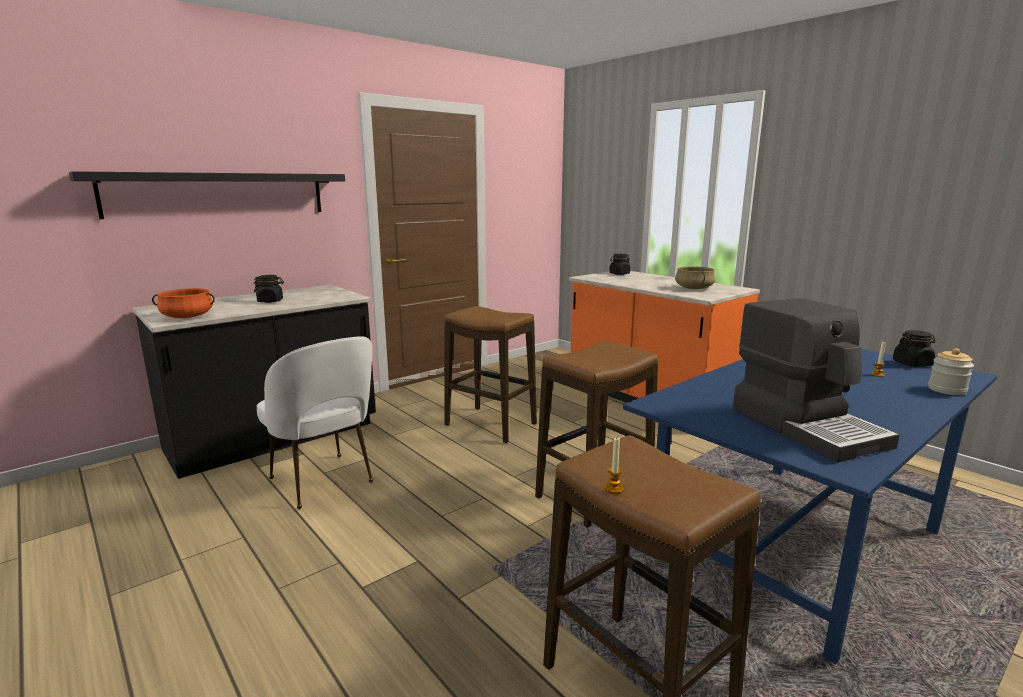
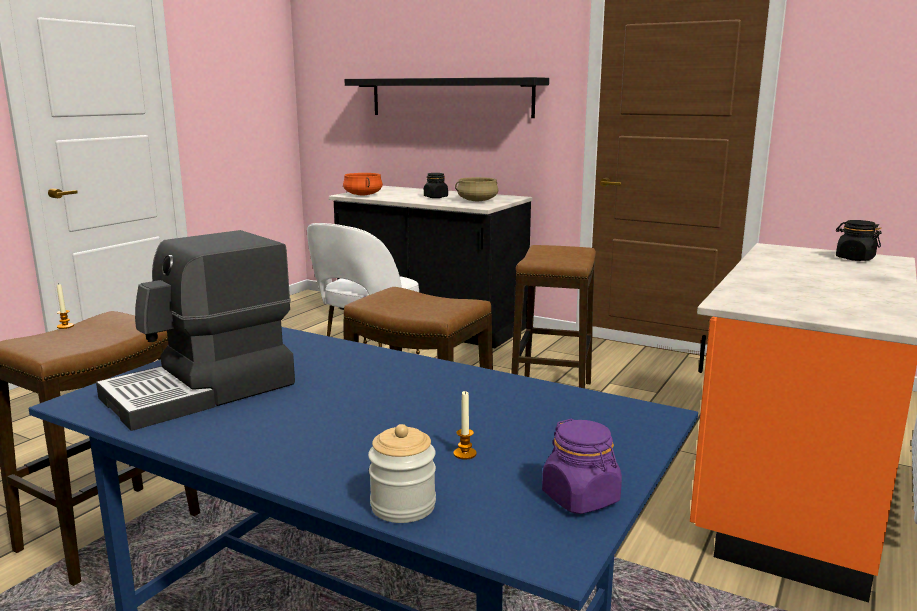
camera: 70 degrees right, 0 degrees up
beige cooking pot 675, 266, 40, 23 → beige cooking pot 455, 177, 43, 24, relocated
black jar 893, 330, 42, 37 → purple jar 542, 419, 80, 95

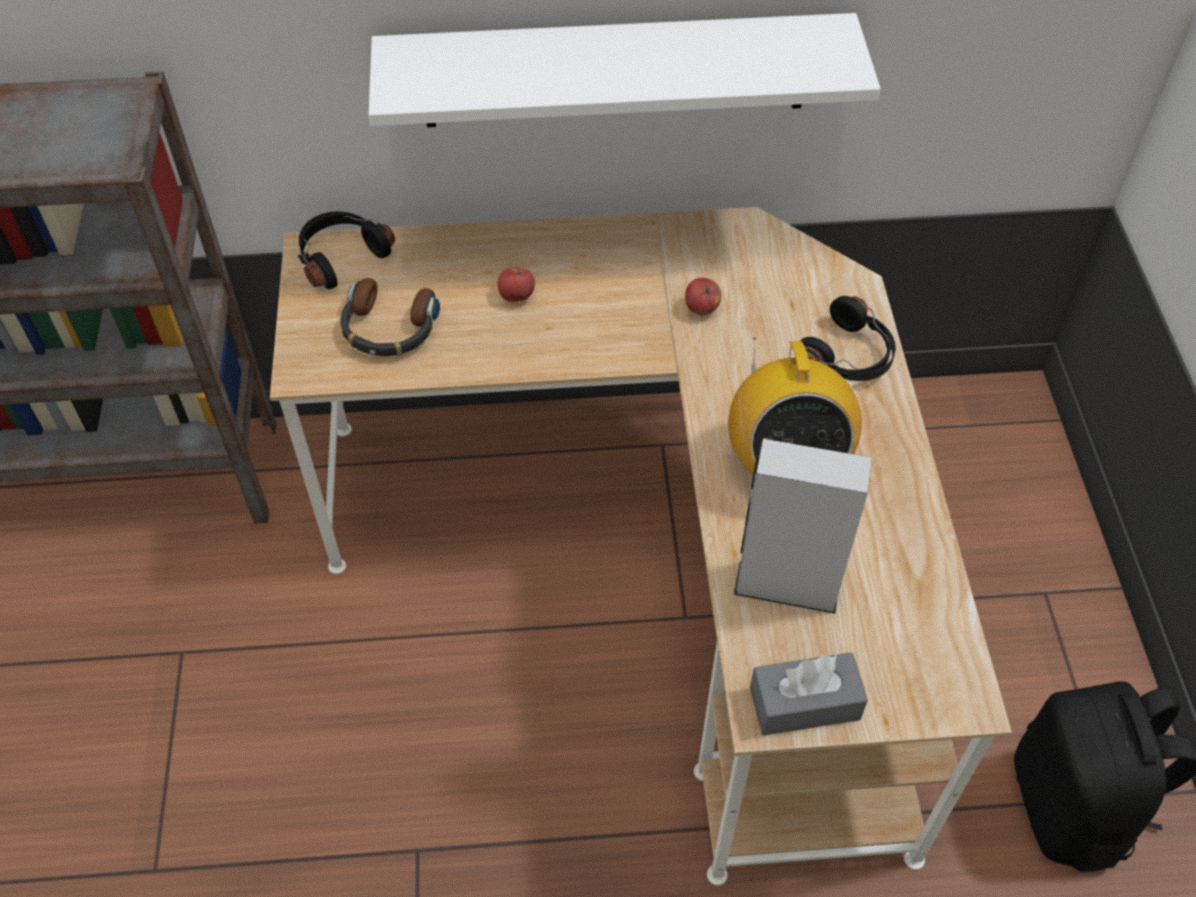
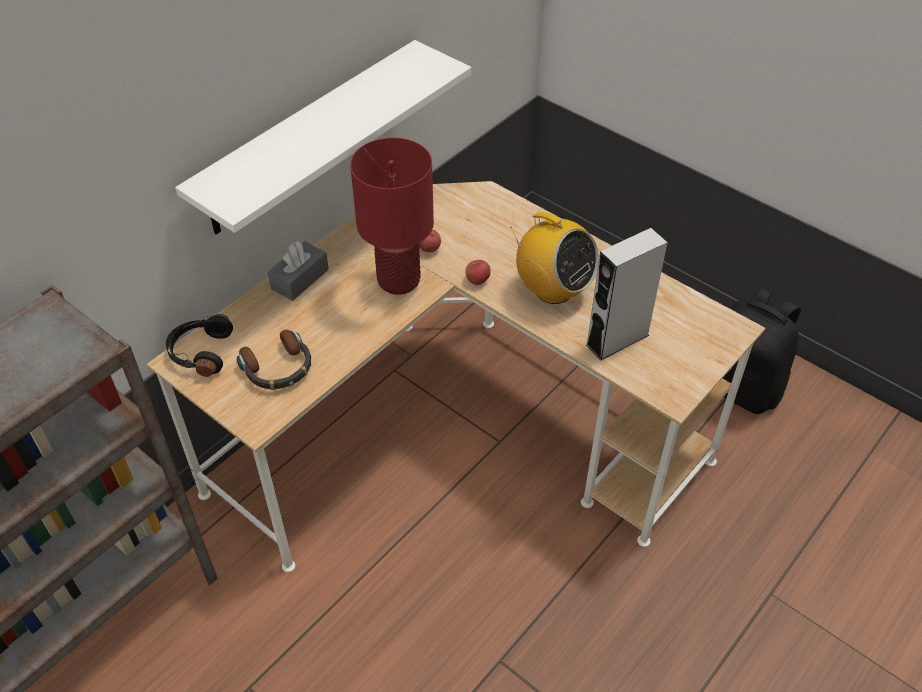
camera: 45 degrees left, 5 degrees down
apple 498, 267, 37, 35 → apple 465, 260, 26, 25, relocated
black headphones 801, 296, 95, 85 → -
grey tissue box 750, 652, 118, 84 → grey tissue box 268, 241, 61, 60, relocated
- → red table lamp 350, 138, 84, 157

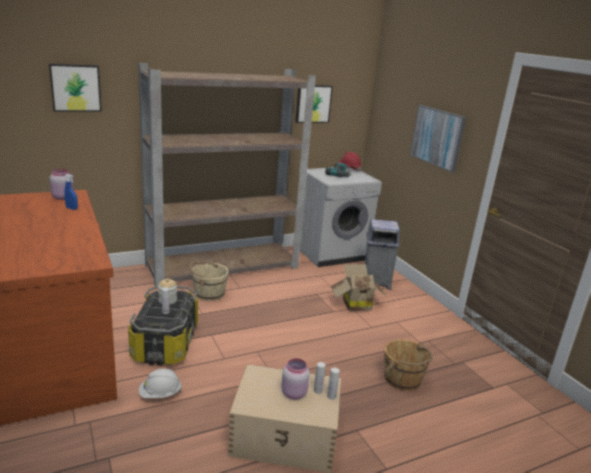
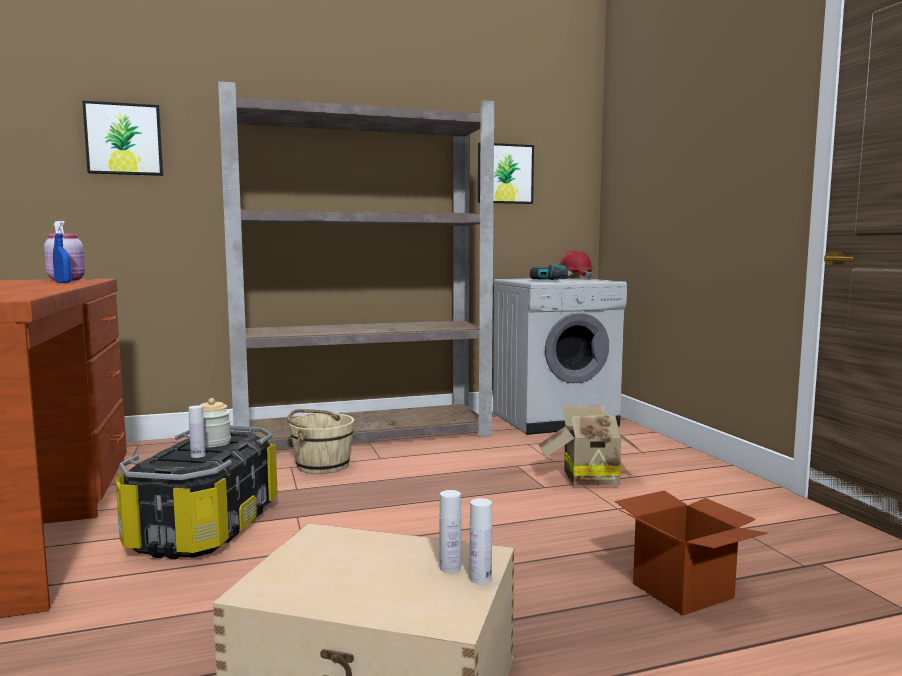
camera: 10 degrees right, 15 degrees down
picture 410, 105, 56, 67 → -
grey trash can 365, 219, 35, 70 → -
brown bucket 384, 339, 49, 52 → cardboard box 615, 490, 152, 126
pink jar 281, 358, 29, 42 → -
white hard hat 139, 369, 43, 29 → -

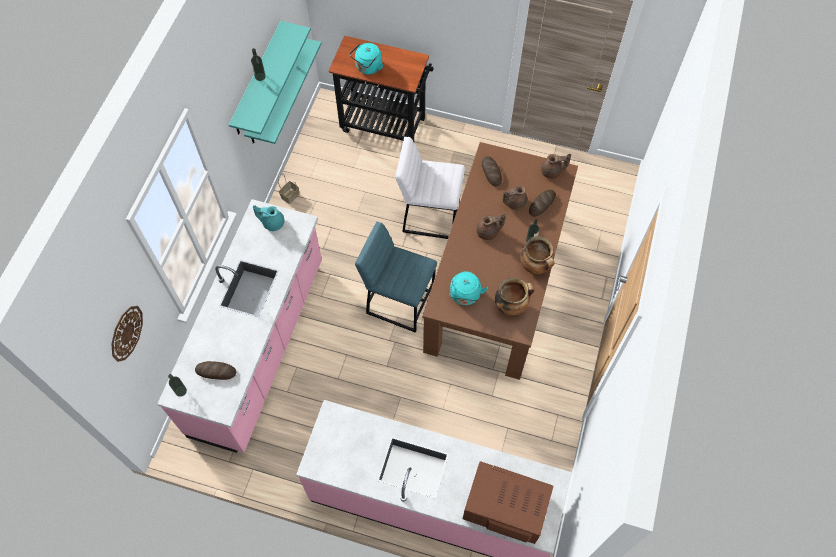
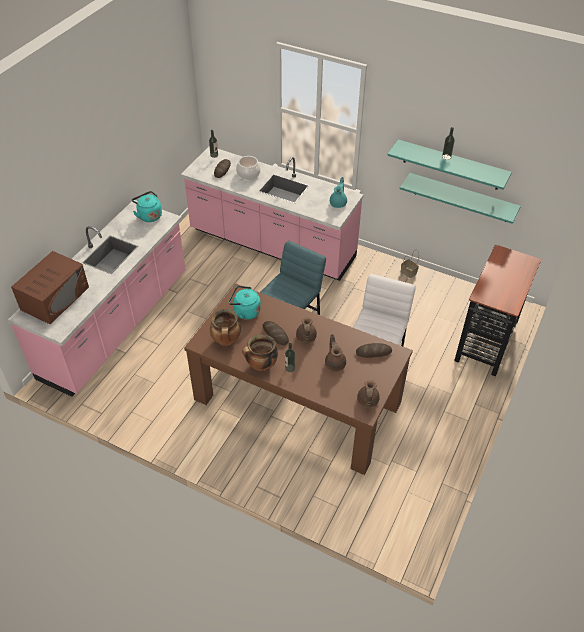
camera: 100 degrees right, 15 degrees down
turquoise kettle 349, 43, 34, 32 → turquoise kettle 132, 191, 30, 31, relocated
bread 529, 190, 27, 27 → bread 263, 321, 26, 24, relocated
wall clock 112, 306, 31, 56 → -
- → cooking pot 236, 156, 25, 24

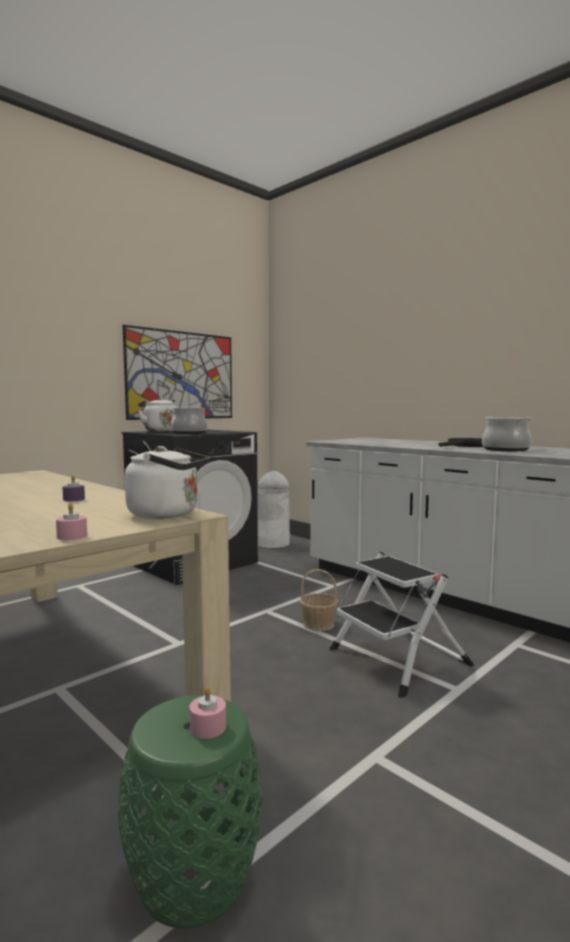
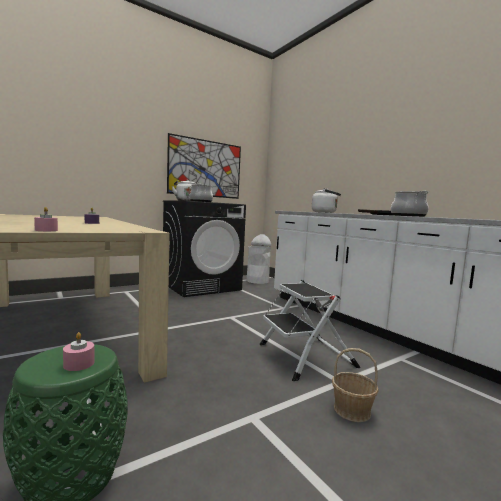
camera: 10 degrees right, 0 degrees up
white kettle 125, 446, 84, 73 → white kettle 312, 188, 29, 25, relocated
basket 300, 569, 38, 62 → basket 332, 348, 47, 74, relocated

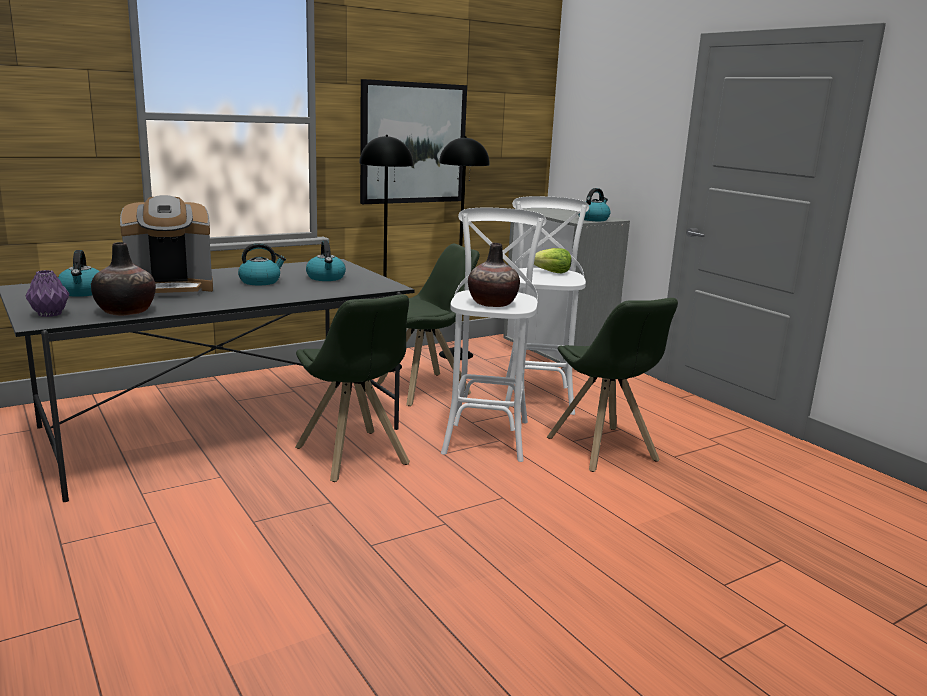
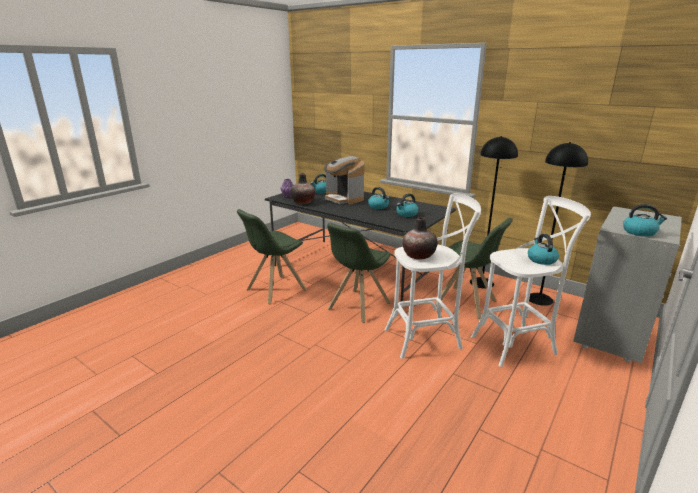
camera: 70 degrees right, 5 degrees up
picture 360, 79, 107, 125 → -
lettuce 534, 248, 38, 25 → kettle 528, 234, 31, 31
green chair 547, 298, 131, 174 → green chair 237, 209, 70, 95, relocated

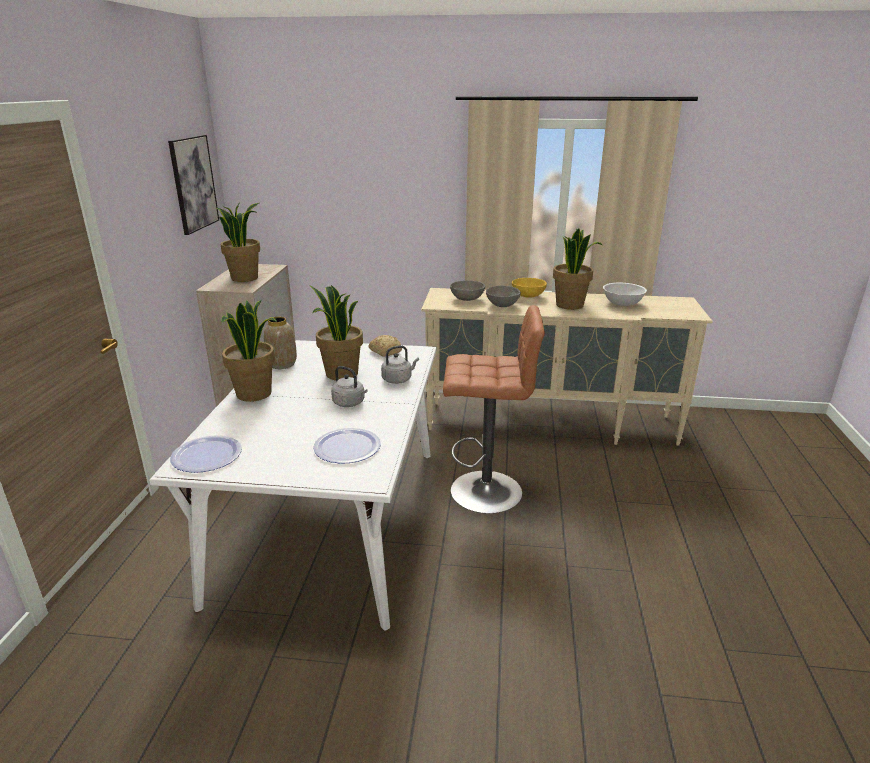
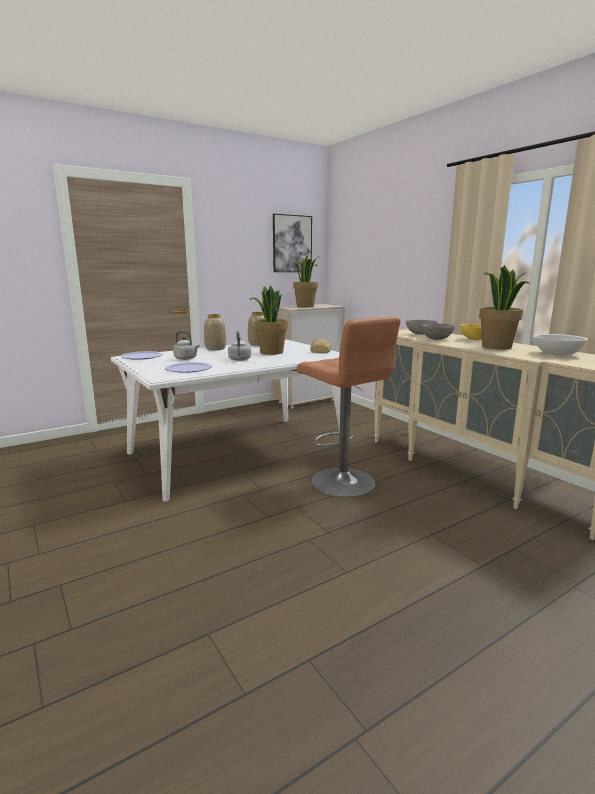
camera: 50 degrees right, 10 degrees down
potted plant 221, 300, 56, 102 → vase 204, 314, 22, 36
grey kettle 381, 345, 38, 39 → grey kettle 173, 331, 27, 29, relocated

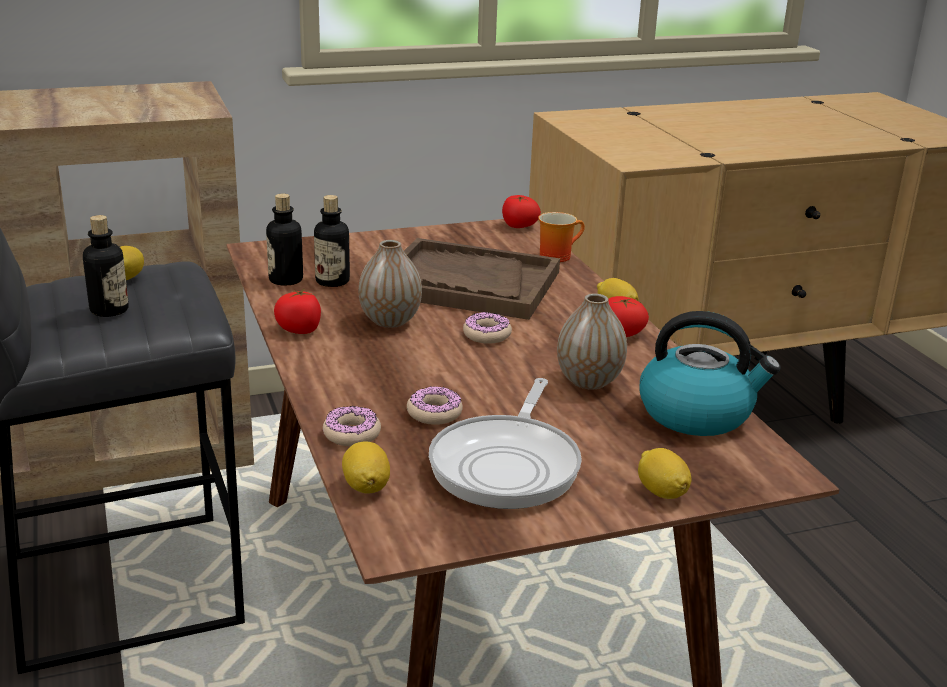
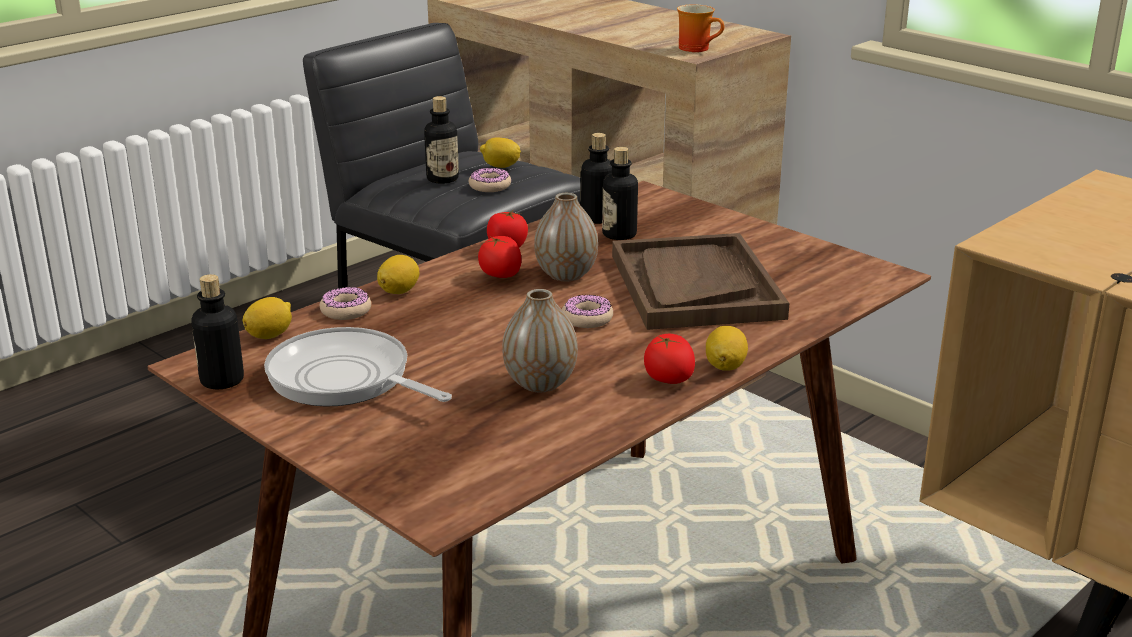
camera: 65 degrees right, 0 degrees up
tomato 502, 195, 39, 33 → tomato 478, 236, 43, 42, relocated
mug 538, 212, 47, 50 → mug 677, 4, 47, 48, relocated
kettle 639, 311, 142, 125 → -
frying pan 429, 378, 153, 131 → frying pan 264, 327, 188, 80, 45 degrees clockwise
donut 407, 386, 56, 39 → donut 469, 168, 42, 24, relocated
lemon 638, 448, 54, 51 → lemon 377, 255, 42, 39, relocated
- → bottle 191, 274, 53, 115

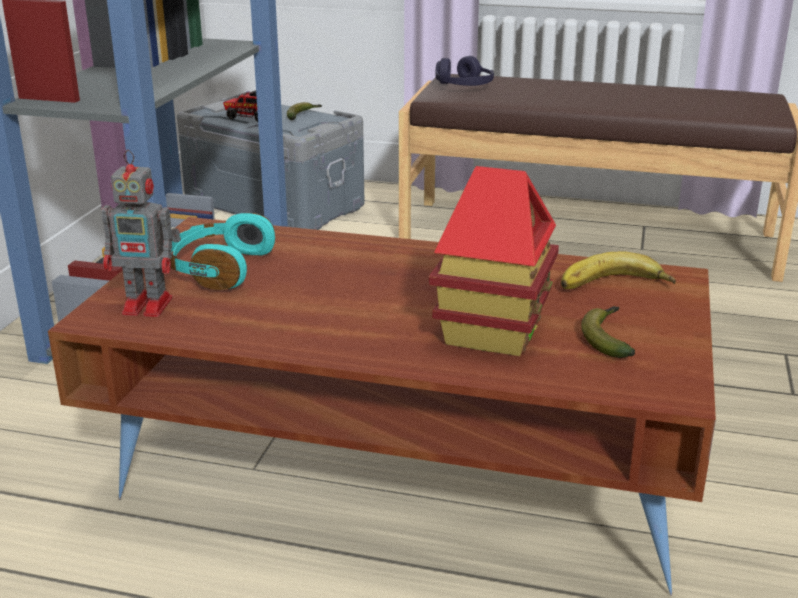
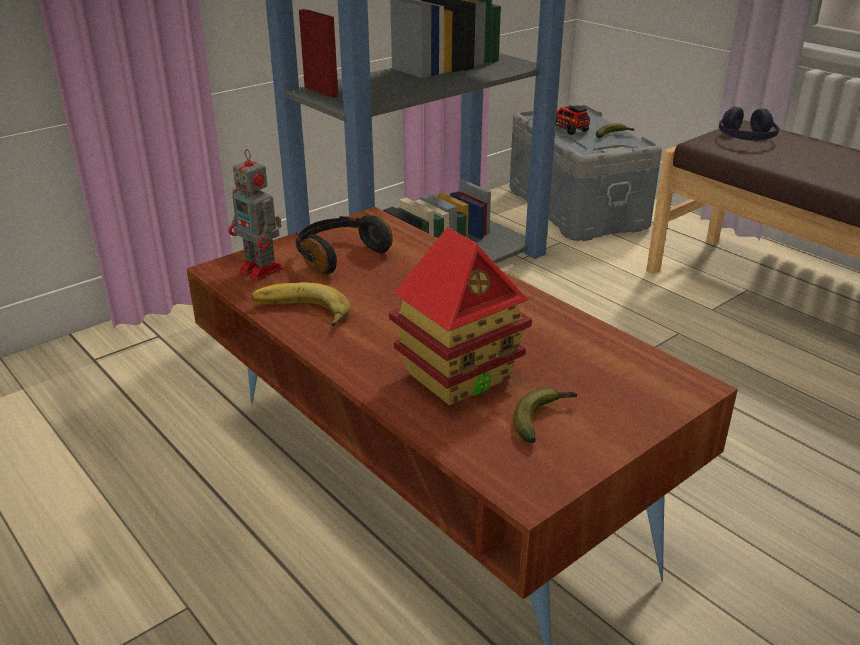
camera: 35 degrees right, 5 degrees up
turquoise headphones 170, 213, 105, 77 → black headphones 295, 215, 98, 59
banana 561, 251, 115, 38 → banana 251, 282, 99, 44, relocated

